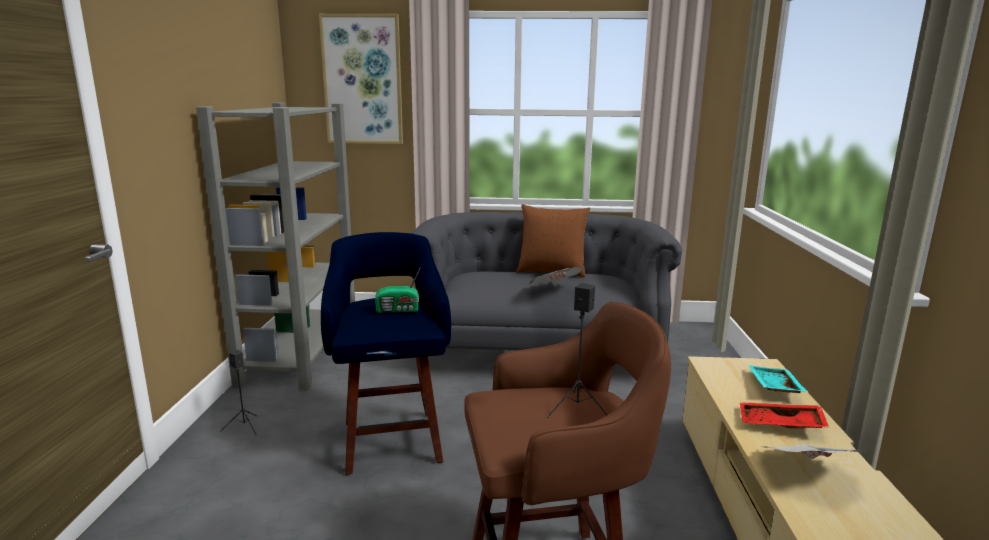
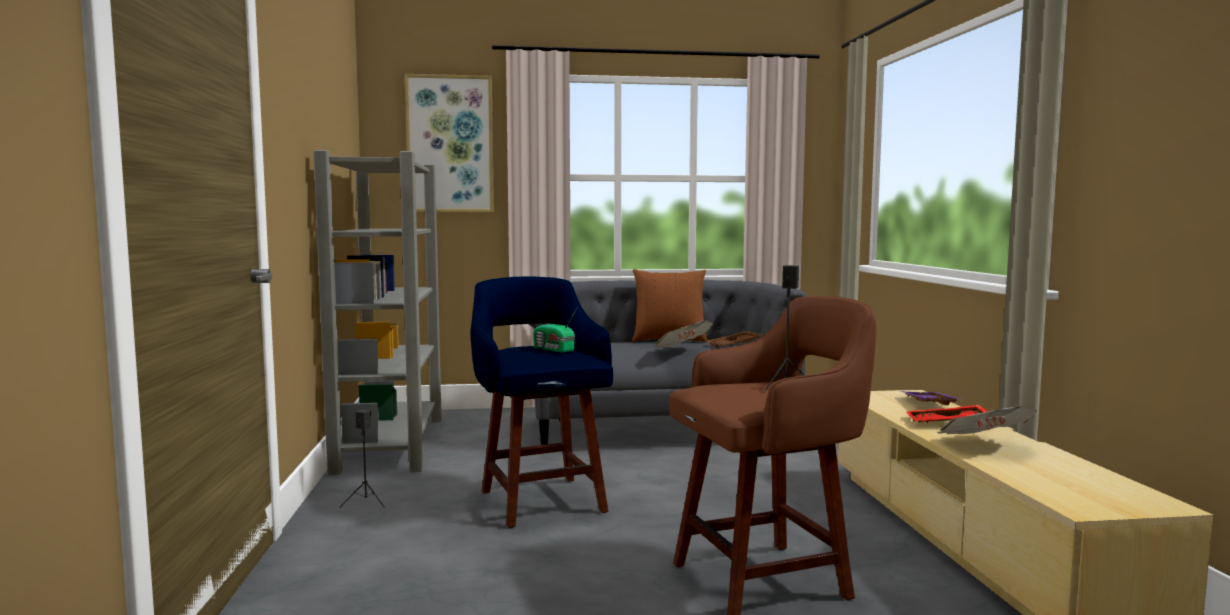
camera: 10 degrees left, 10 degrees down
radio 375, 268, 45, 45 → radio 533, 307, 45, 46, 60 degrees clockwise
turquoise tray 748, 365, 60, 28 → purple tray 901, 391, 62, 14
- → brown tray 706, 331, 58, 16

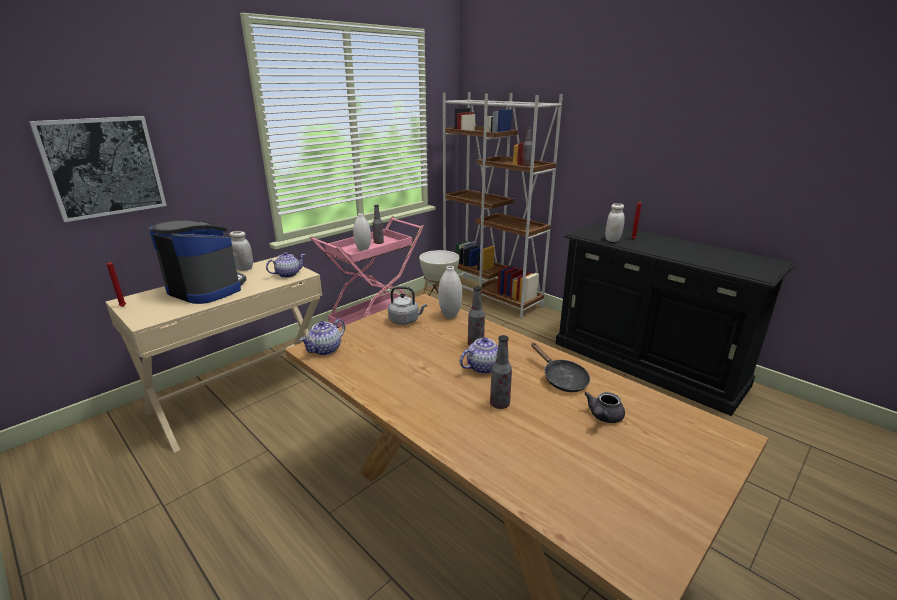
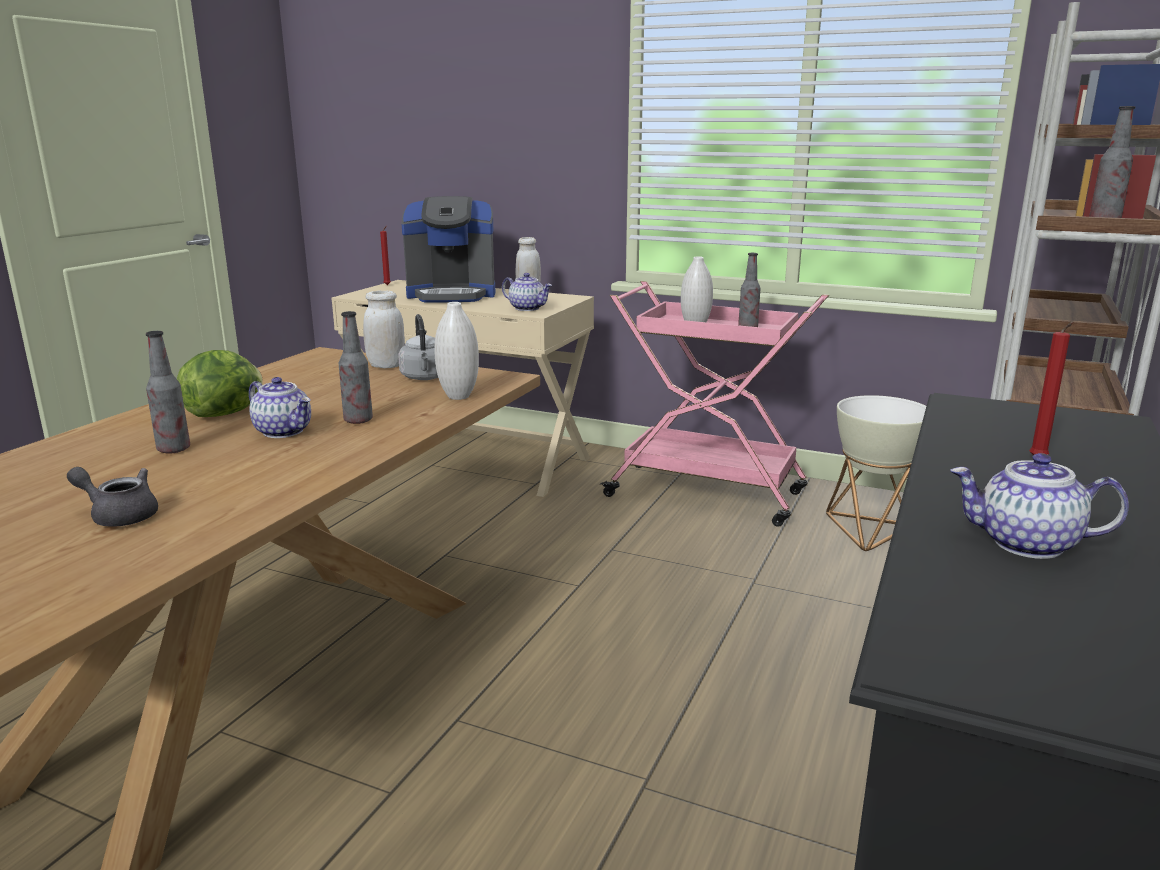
camera: 70 degrees right, 5 degrees down
picture 29, 116, 138, 106 → -
white jar 605, 203, 20, 39 → white jar 363, 290, 42, 78, relocated
coffee machine 149, 220, 98, 84 → coffee machine 402, 196, 93, 107, 75 degrees clockwise
teapot 300, 319, 45, 36 → teapot 950, 453, 179, 106, relocated
black frying pan 531, 342, 59, 50 → -
- → lettuce 177, 350, 86, 67

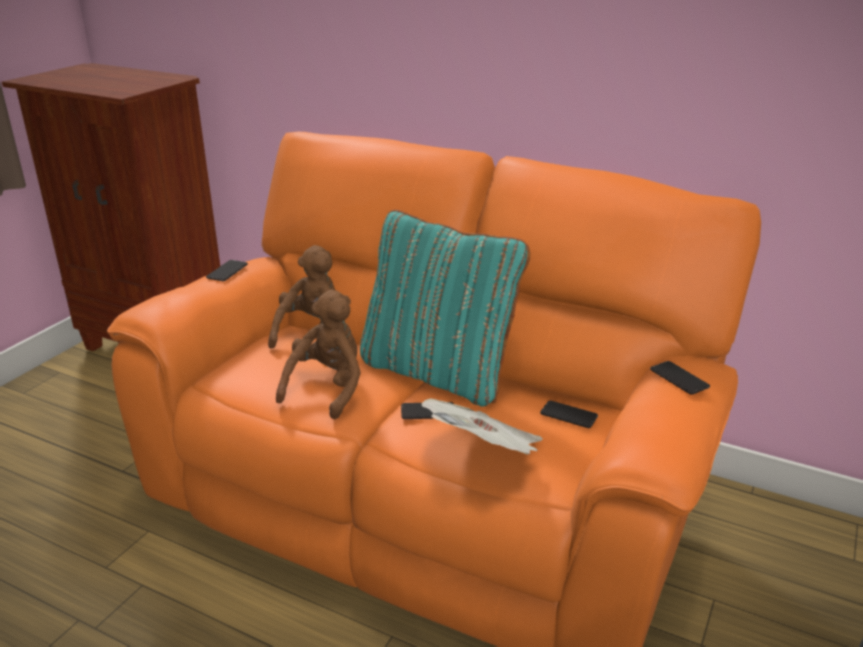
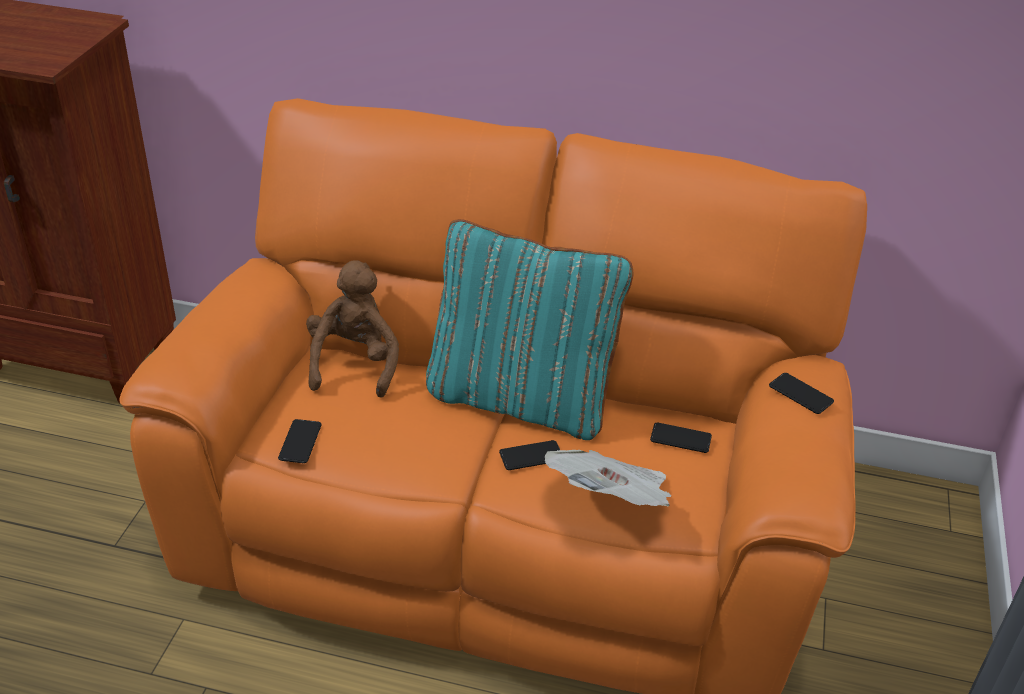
camera: 15 degrees left, 10 degrees up
phone 206, 260, 42, 21 → phone 278, 419, 44, 44, relocated
brown plush toy 276, 290, 85, 129 → -

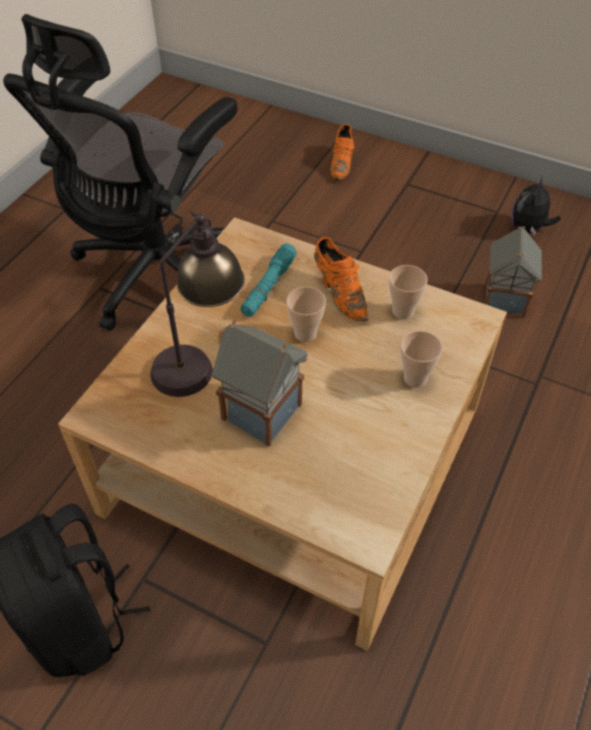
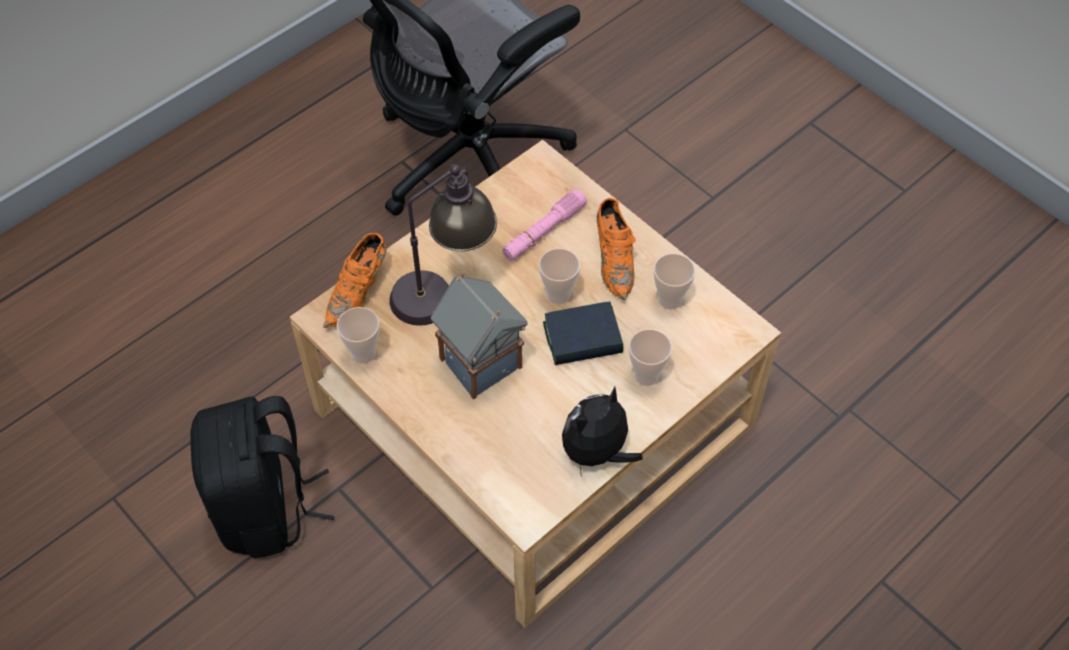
camera: 20 degrees right, 5 degrees up
orange shoe 330, 124, 24, 56 → orange shoe 323, 233, 63, 95, relocated
plush toy 512, 176, 49, 60 → plush toy 562, 387, 81, 90, relocated
toy house 485, 226, 57, 92 → -
turquoise flashlight 241, 244, 56, 73 → pink flashlight 502, 189, 85, 71
- → book 543, 302, 80, 63
- → cup 337, 307, 43, 57

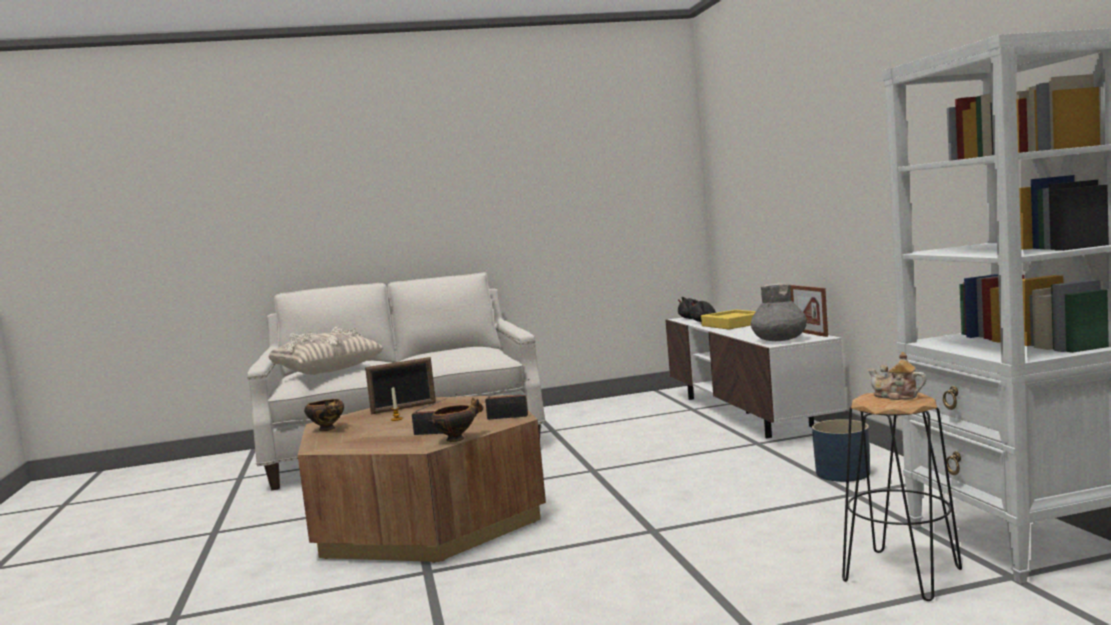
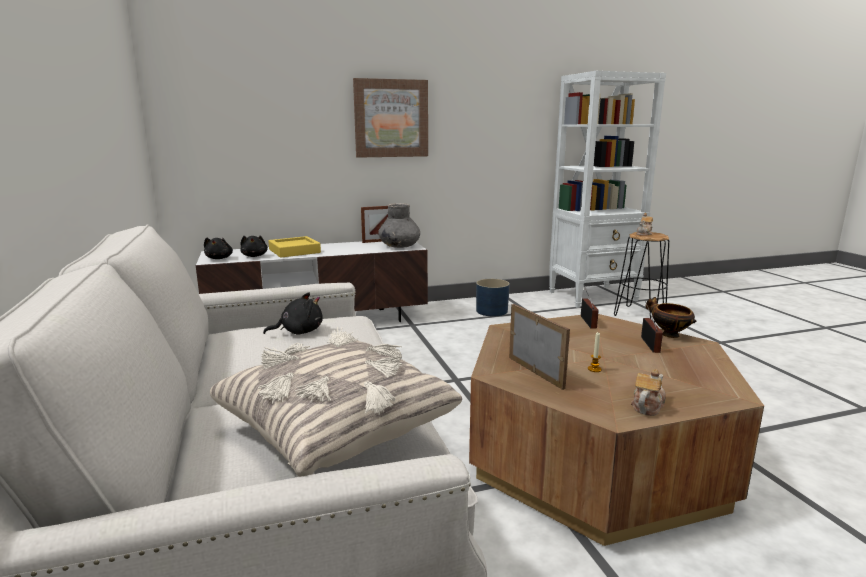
camera: 95 degrees left, 10 degrees up
bowl 304, 399, 40, 32 → teapot 631, 369, 35, 47
- → picture 353, 78, 75, 80
- → black plush toy 263, 293, 60, 42

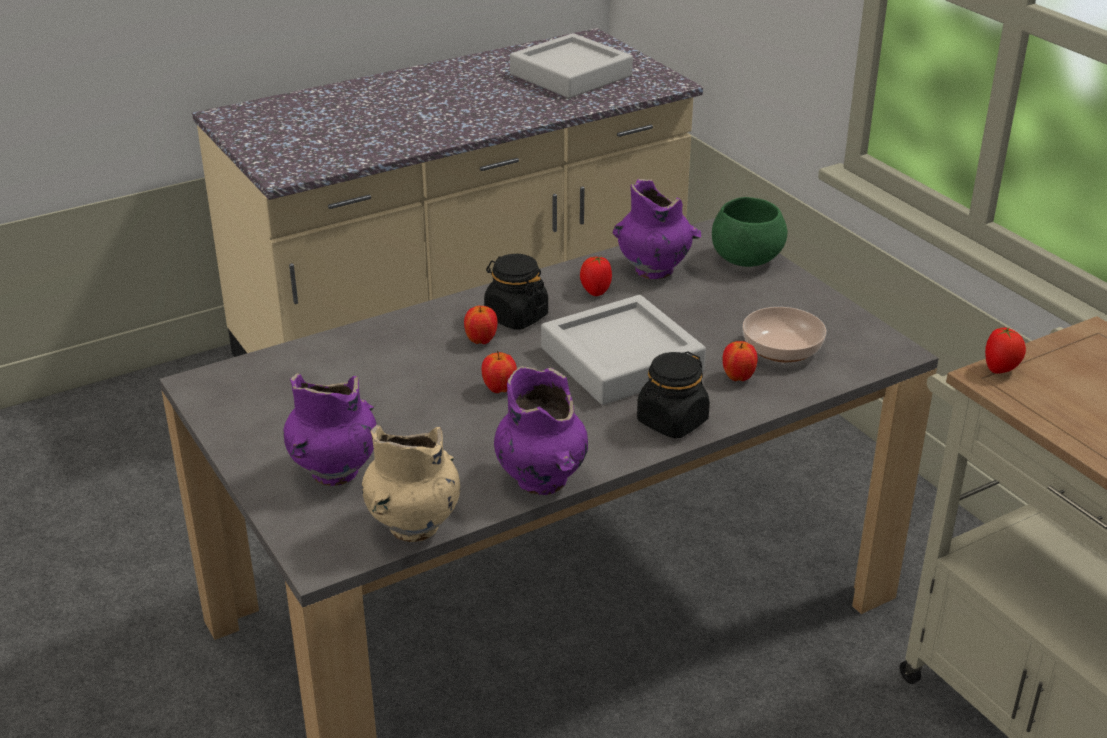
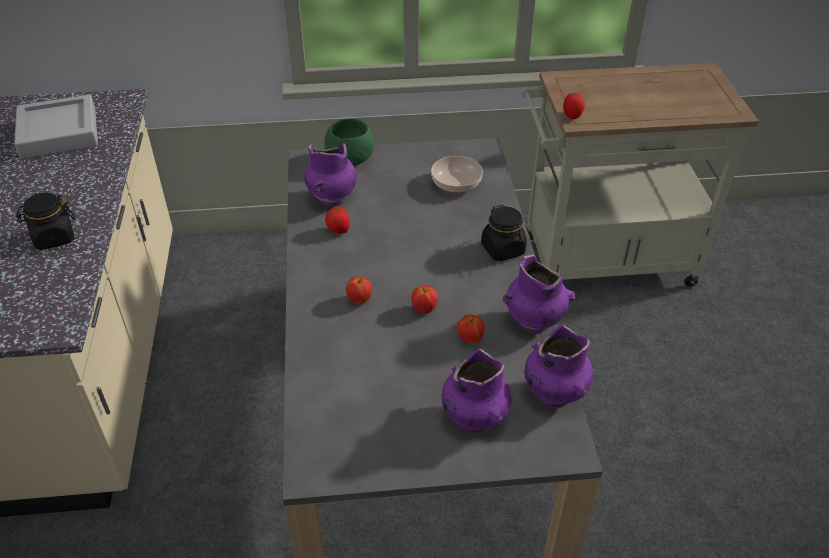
camera: 65 degrees left, 10 degrees up
black jar 484, 254, 64, 76 → black jar 16, 193, 59, 57, relocated
grey tray 541, 295, 165, 110 → -
apple 722, 341, 36, 40 → apple 458, 314, 27, 30, relocated
beige vase 362, 425, 98, 117 → purple vase 524, 325, 69, 82

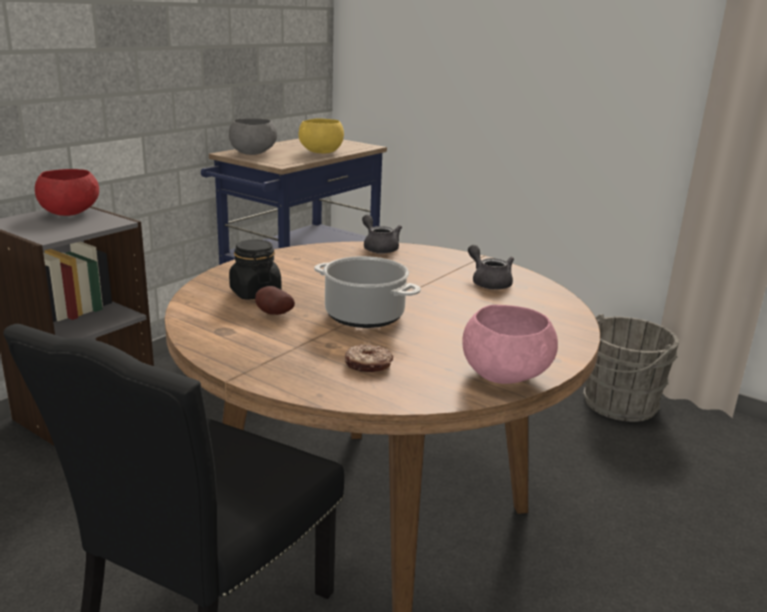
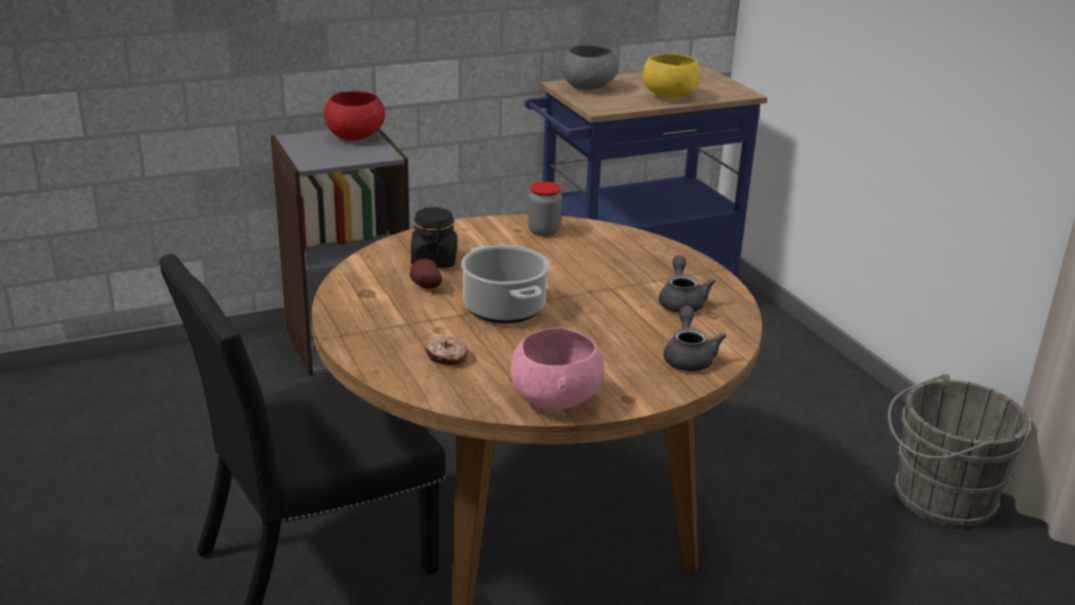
camera: 30 degrees right, 5 degrees up
grey teapot 362, 215, 40, 39 → grey teapot 664, 306, 62, 65, relocated
- → jar 528, 181, 34, 55

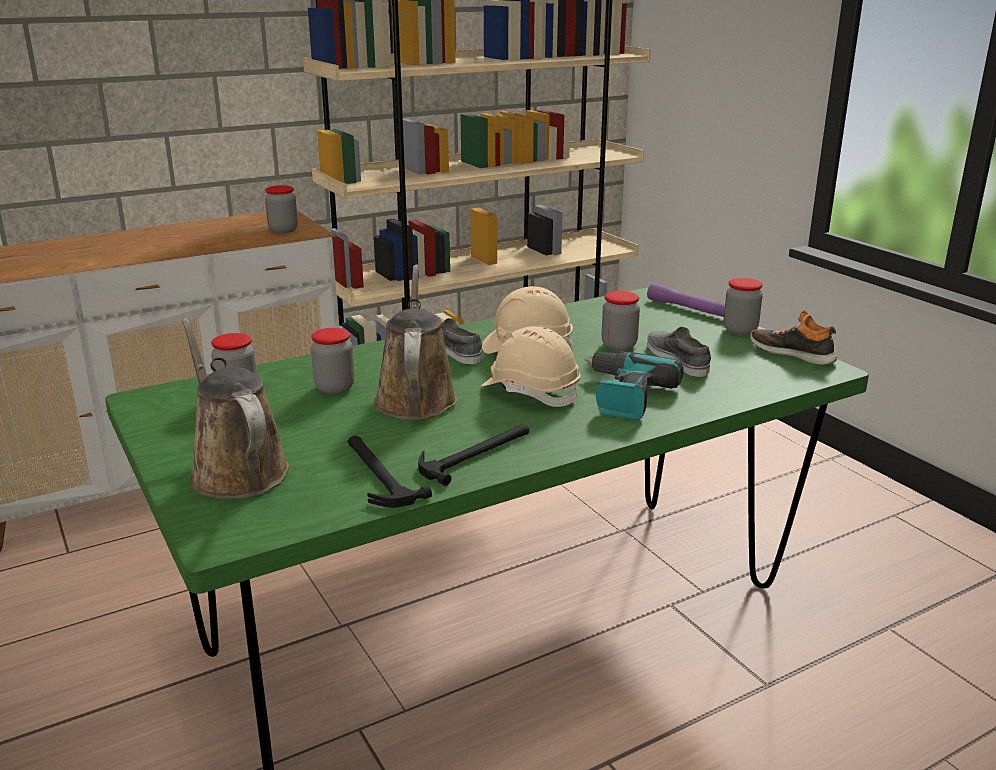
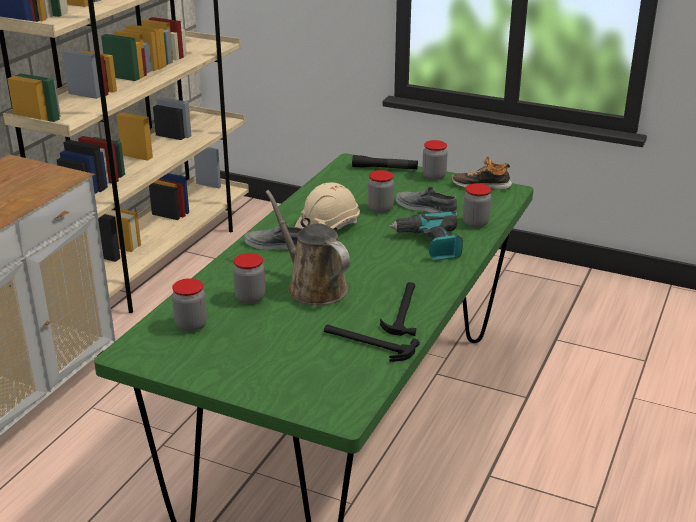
camera: 35 degrees left, 5 degrees up
jar 265, 185, 33, 48 → jar 463, 184, 28, 44, relocated
purple flashlight 647, 283, 78, 34 → black flashlight 352, 155, 66, 15
brown watering can 181, 318, 108, 181 → -
beige hard hat 481, 326, 100, 81 → -

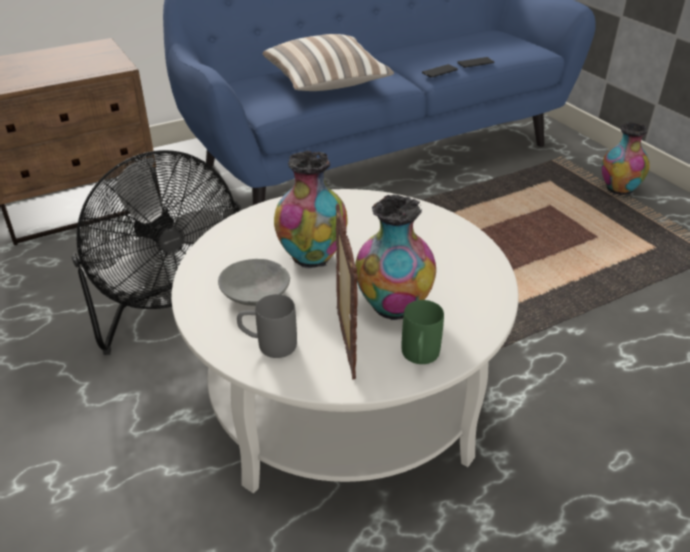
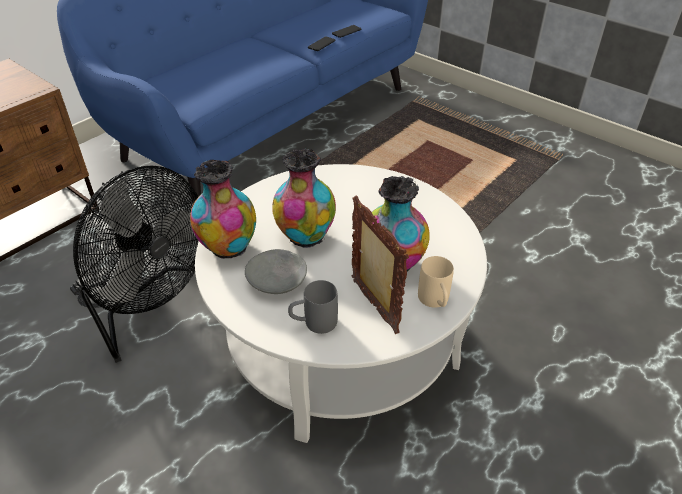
camera: 20 degrees left, 5 degrees up
pillow 263, 34, 131, 57 → -
vase 602, 123, 48, 72 → vase 190, 160, 66, 99, relocated
green mug 401, 300, 43, 64 → beige mug 418, 256, 36, 52

